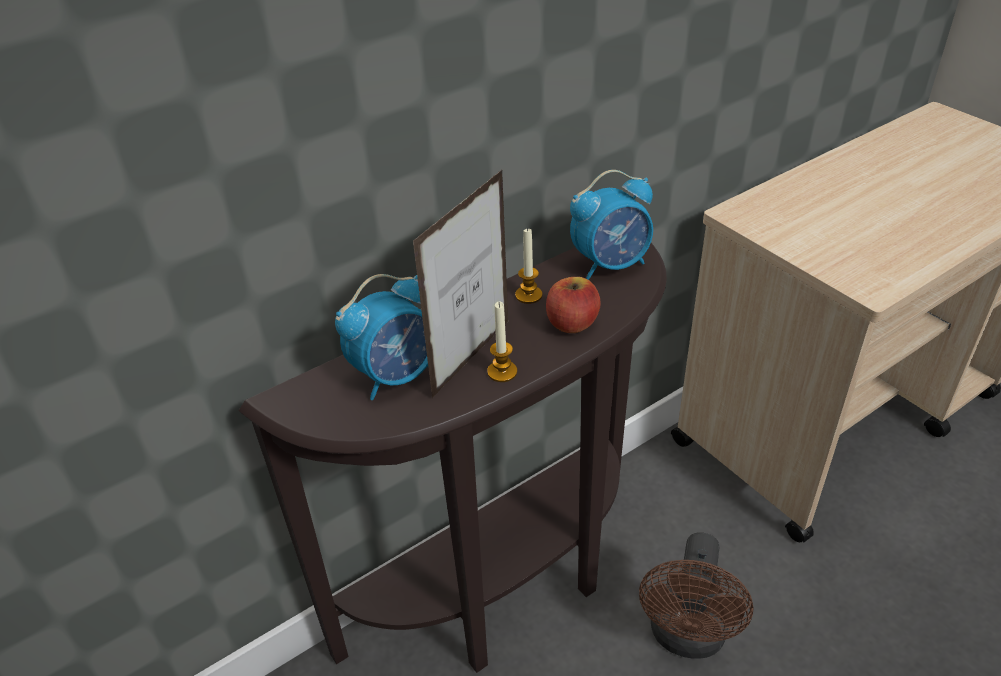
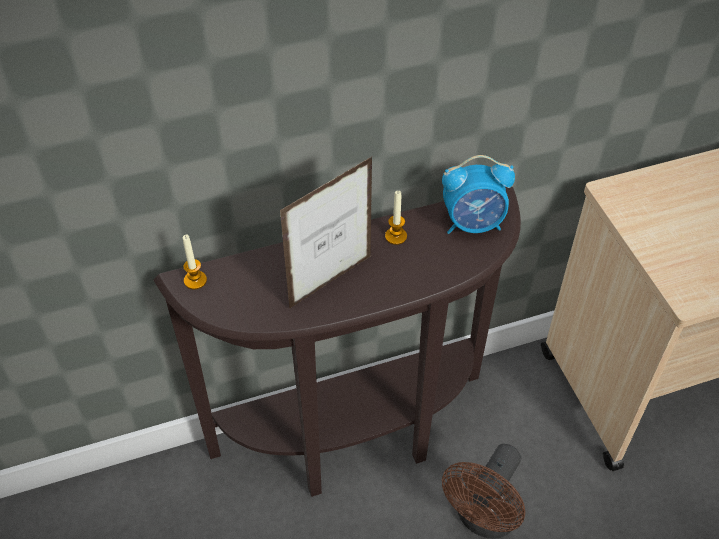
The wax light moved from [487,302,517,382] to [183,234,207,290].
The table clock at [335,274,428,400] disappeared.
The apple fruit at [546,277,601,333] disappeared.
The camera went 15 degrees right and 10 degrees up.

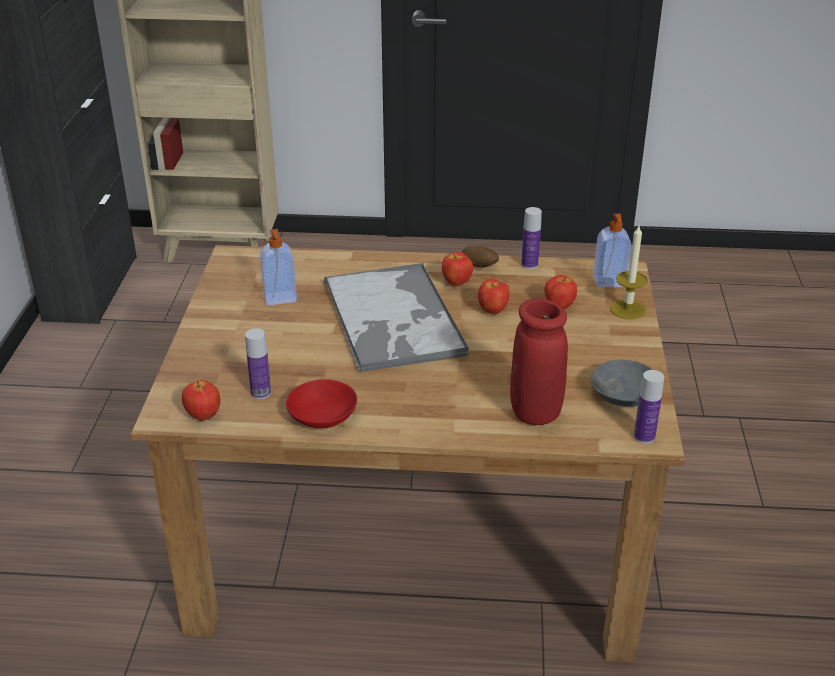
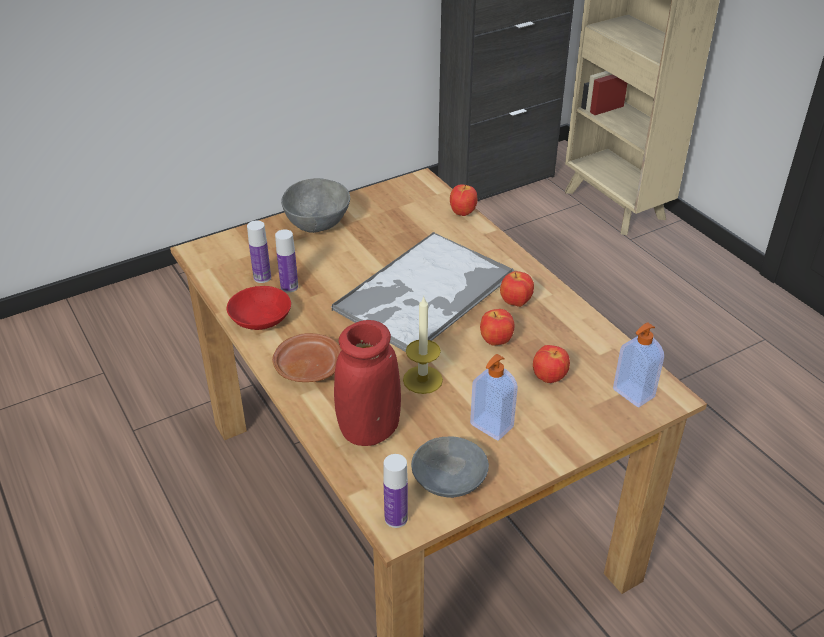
The brown plate at [272,333,342,382] appeared.
The beverage bottle moved from [521,207,542,269] to [275,229,298,293].
The gray serving bowl at [281,178,350,233] appeared.
The wax light moved from [610,226,648,319] to [403,296,443,394].
The apple fruit moved from [182,380,220,421] to [450,184,477,216].
The liquid soap bottle moved from [260,229,297,306] to [470,354,518,441].
The potato at [462,246,499,268] disappeared.
The camera went 55 degrees right and 5 degrees up.

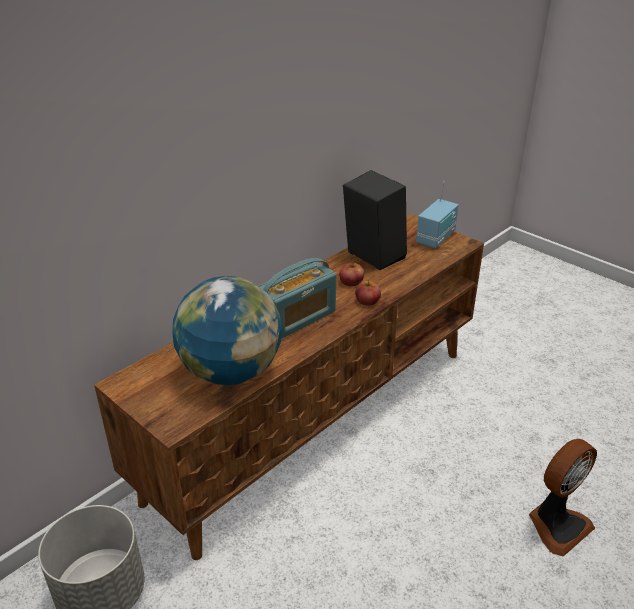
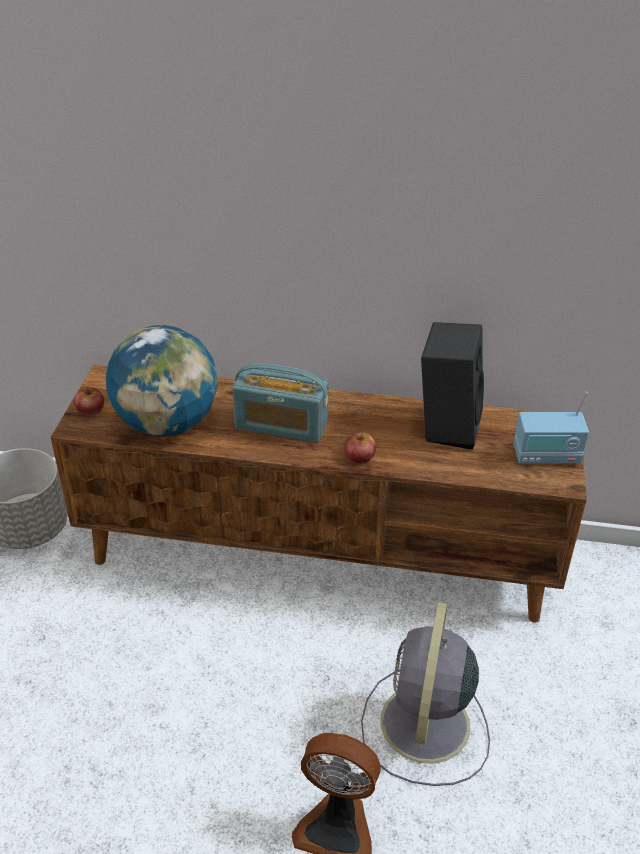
The apple fruit moved from [339,262,364,287] to [74,387,104,416].
The gray cooling fan at [361,602,490,786] appeared.
The camera went 55 degrees right and 5 degrees up.

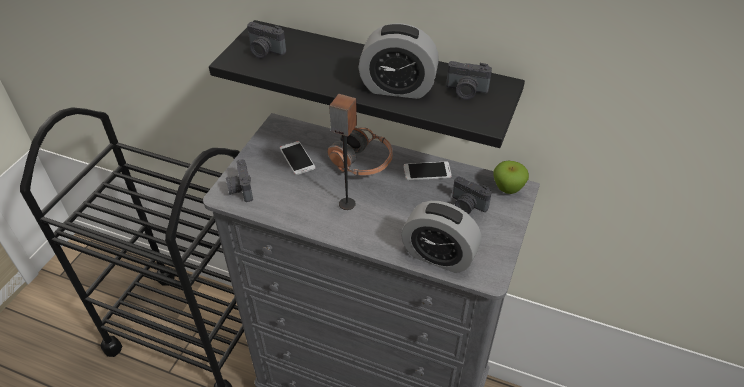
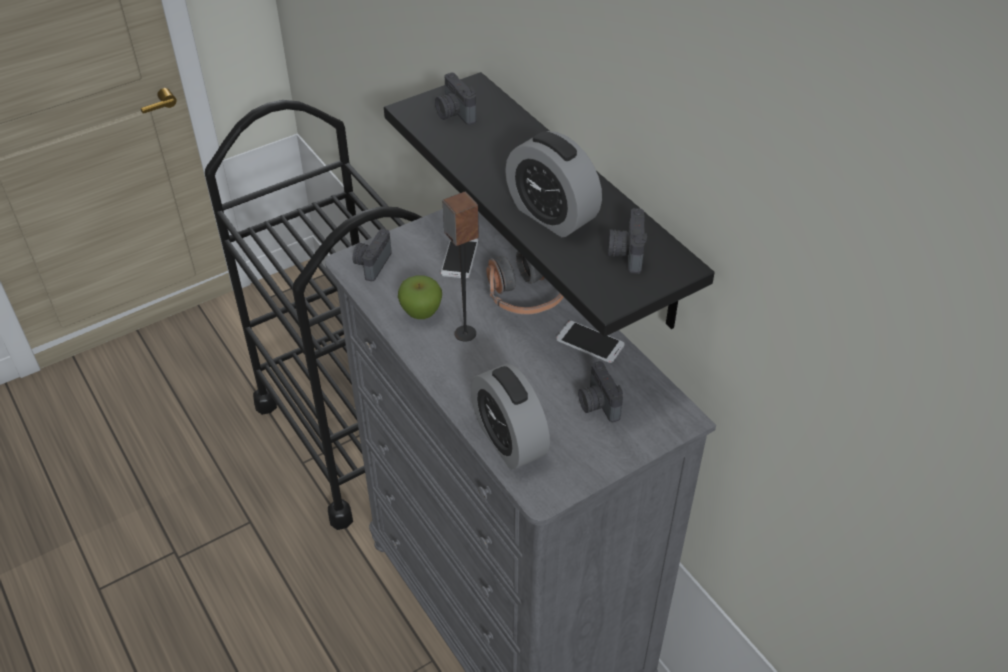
The apple fruit moved from [493,161,529,194] to [398,275,442,319].
The still camera at [446,61,492,100] turned 45 degrees clockwise.
The camera went 35 degrees right and 0 degrees up.

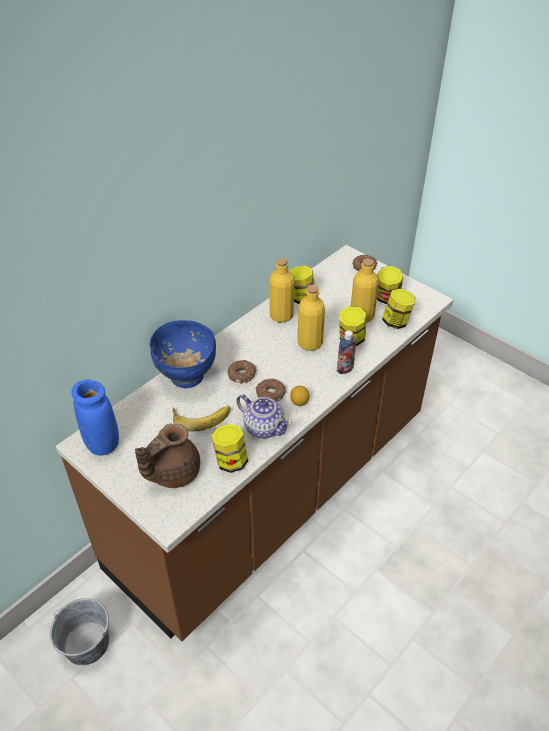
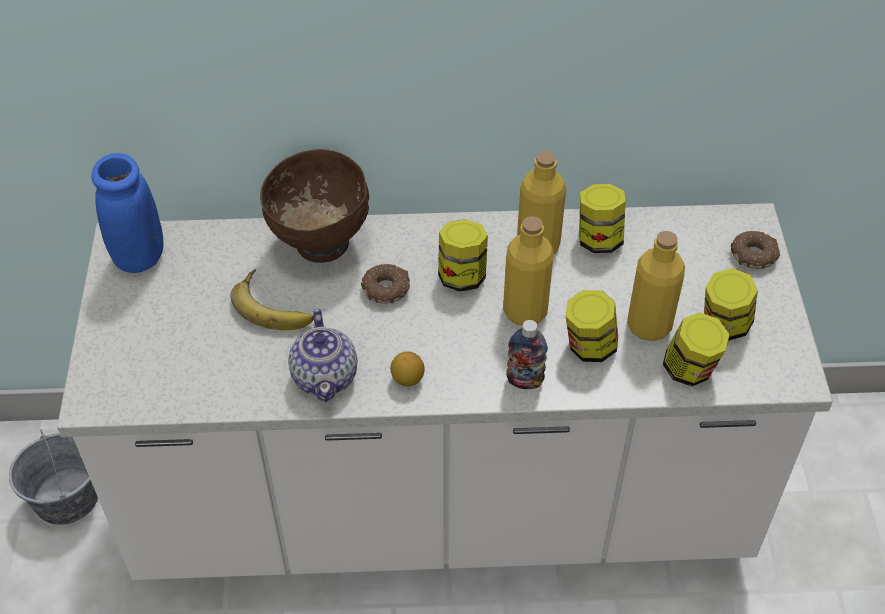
The brown kitchen counter at [55,245,453,642] became the white kitchen counter at [57,203,833,580].
The blue-coloured serving bowl at [150,320,216,388] became the brown serving bowl at [260,149,369,263].
The storage jar moved from [211,424,248,473] to [438,219,488,292].
The brown teapot at [135,424,200,488] disappeared.
The doughnut at [256,378,286,402] disappeared.
The camera went 45 degrees right and 5 degrees up.

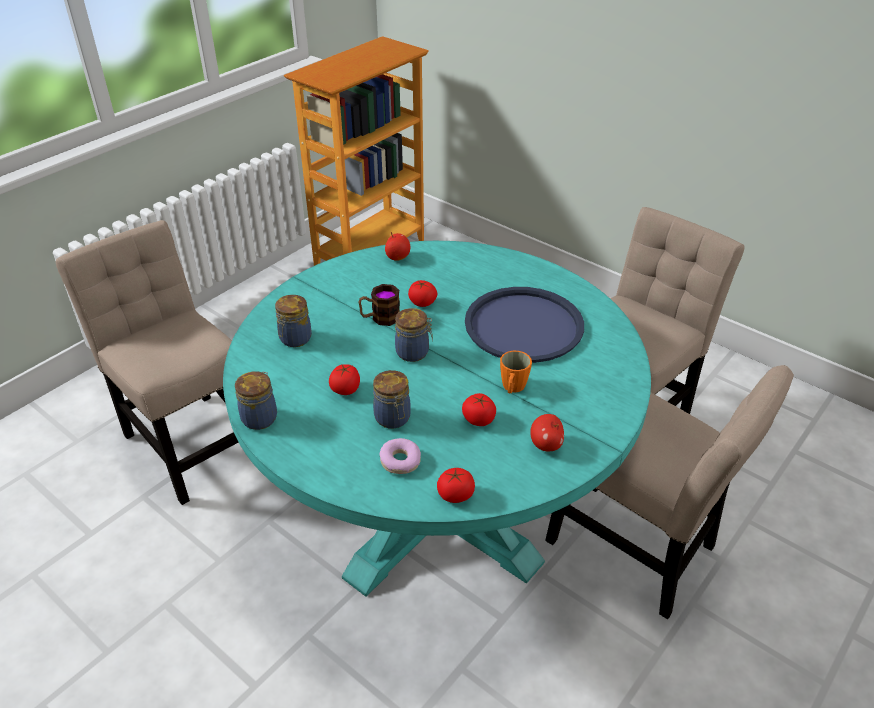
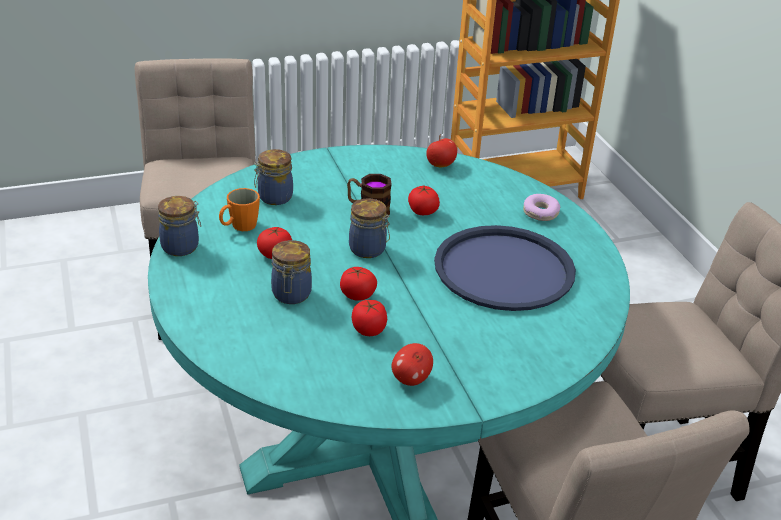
The orangey mug moved from [500,350,532,393] to [219,188,260,231].
The tomato moved from [437,468,475,503] to [340,267,377,301].
The doughnut moved from [380,438,421,474] to [523,194,560,221].
The camera went 30 degrees right and 5 degrees down.

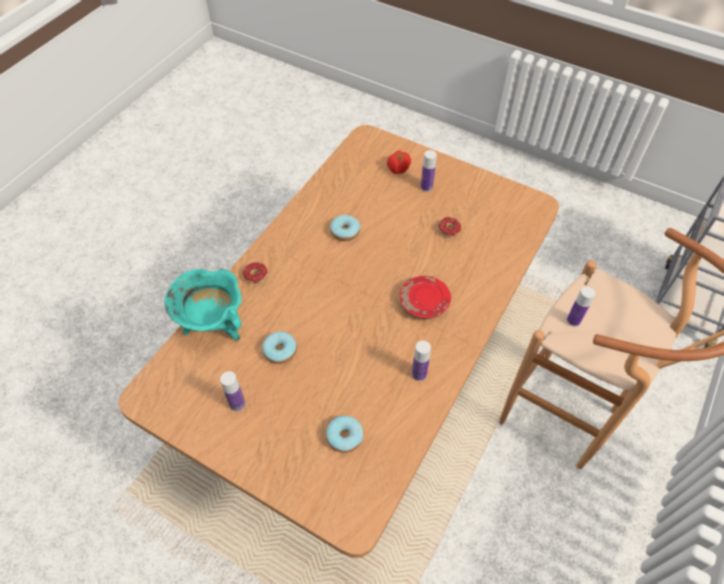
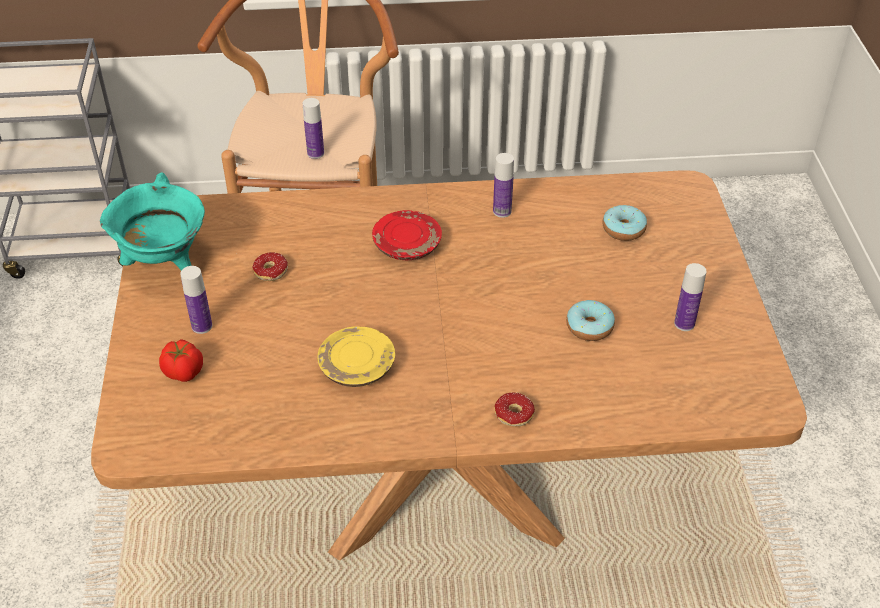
The blue-green saucepot moved from [165,268,242,341] to [100,173,205,271].
The doughnut at [330,215,360,241] was replaced by the yellow-coloured plate at [317,326,395,387].
The camera went 125 degrees left and 10 degrees down.

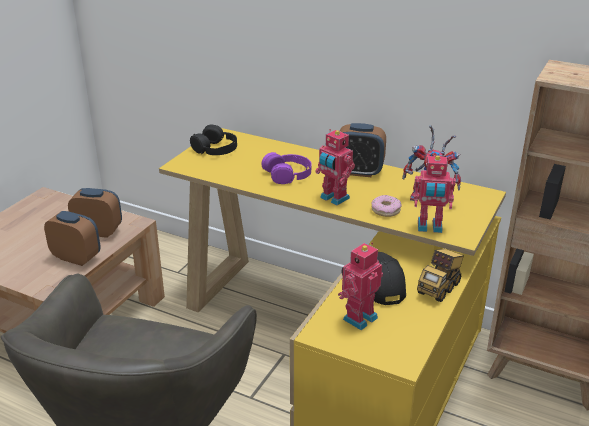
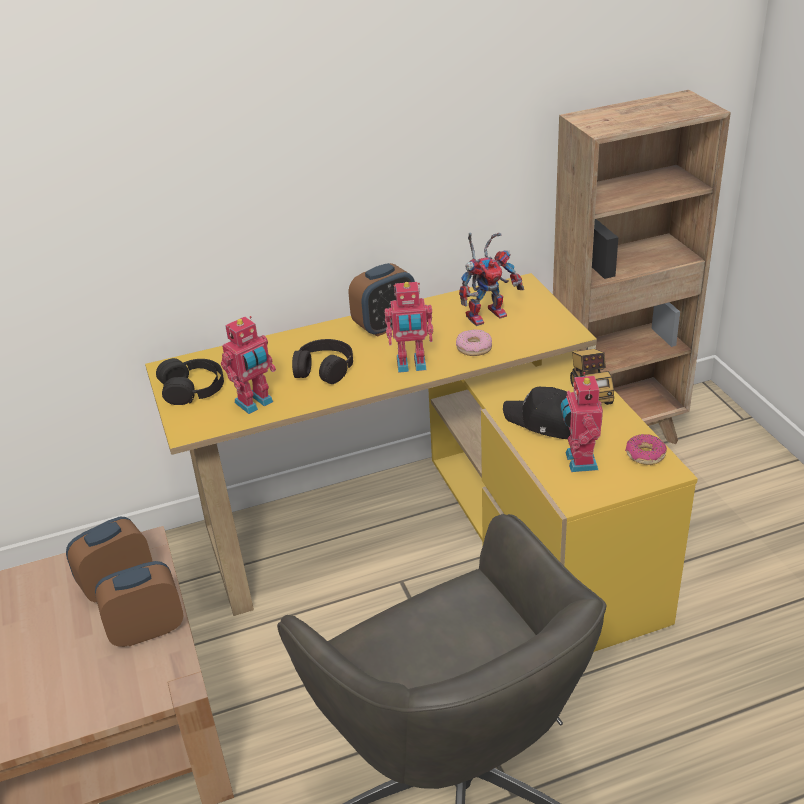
The model robot moved from [413,156,456,233] to [221,316,276,414].
The purple pair of headphones at [262,152,312,184] became the blackish pair of headphones at [292,339,353,384].
The doughnut at [625,434,667,465] appeared.
The camera went 45 degrees left and 5 degrees up.

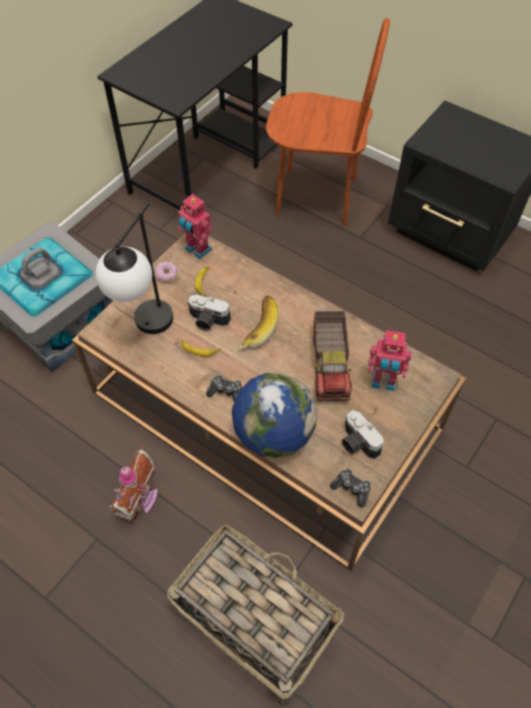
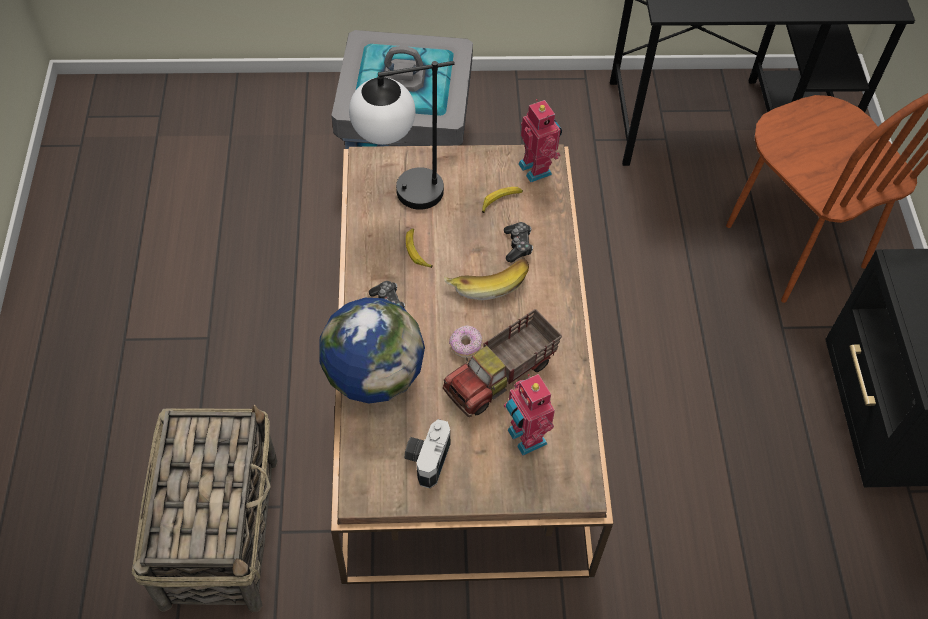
The doughnut moved from [155,262,178,283] to [449,325,483,358].
The gamepad moved from [330,469,371,508] to [504,222,533,262].
The model robot at [178,194,213,259] turned 150 degrees clockwise.
The miniature house at [109,446,158,521] disappeared.
The still camera at [188,295,231,331] disappeared.
The camera went 50 degrees right and 0 degrees up.

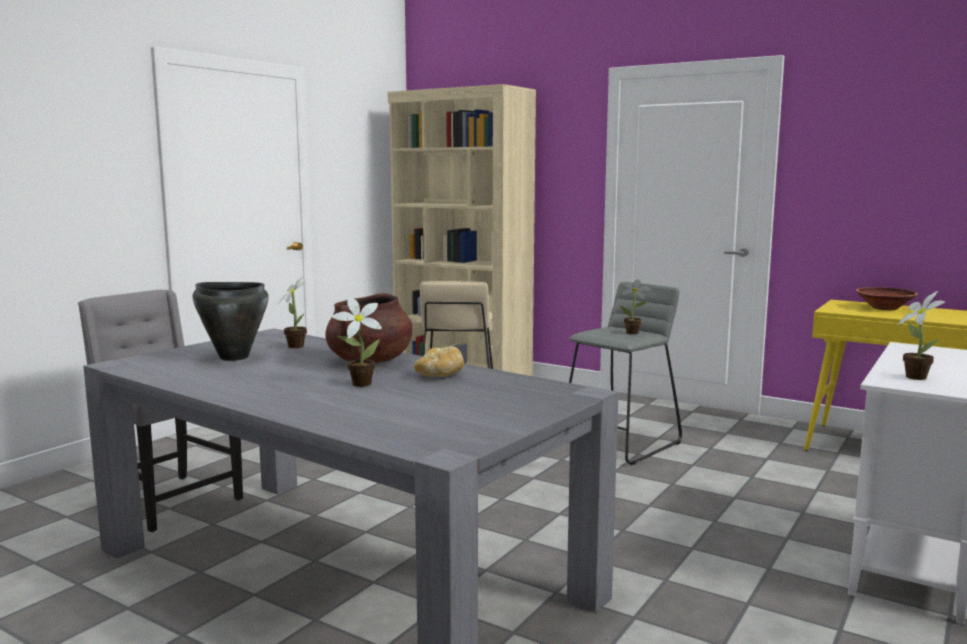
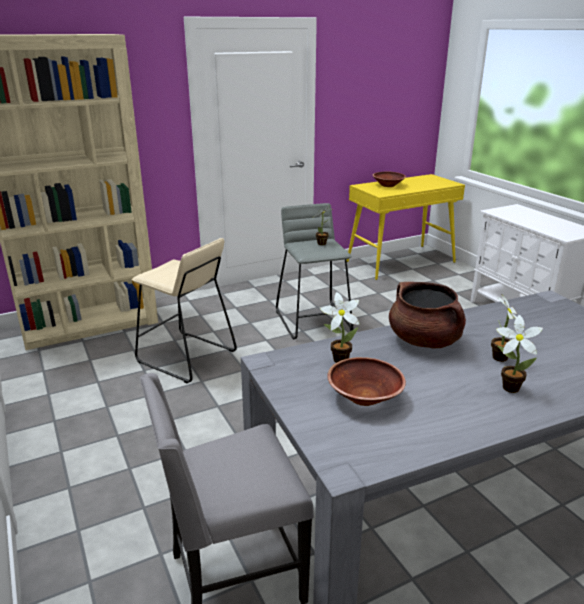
The blackish saucepot at [193,282,269,361] was replaced by the brown serving bowl at [327,357,406,406].
The houseplant moved from [898,291,945,380] to [496,315,543,393].
The baked bread at [414,346,464,377] disappeared.
The camera went 60 degrees left and 15 degrees up.

